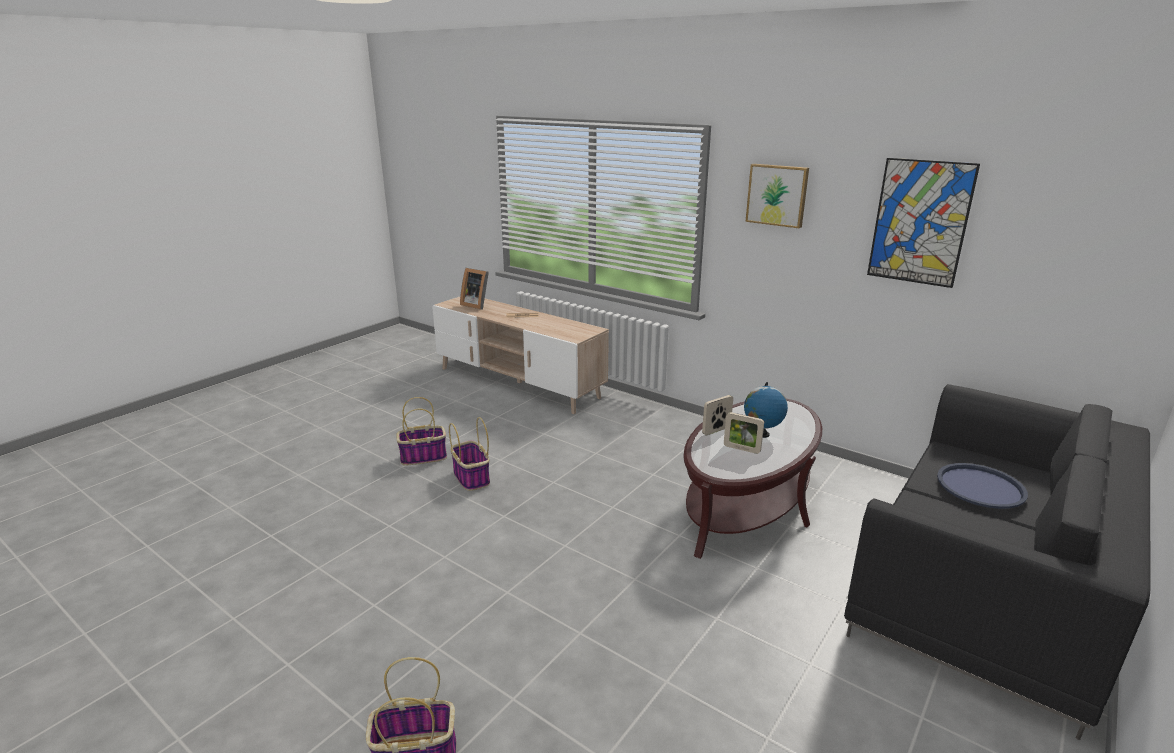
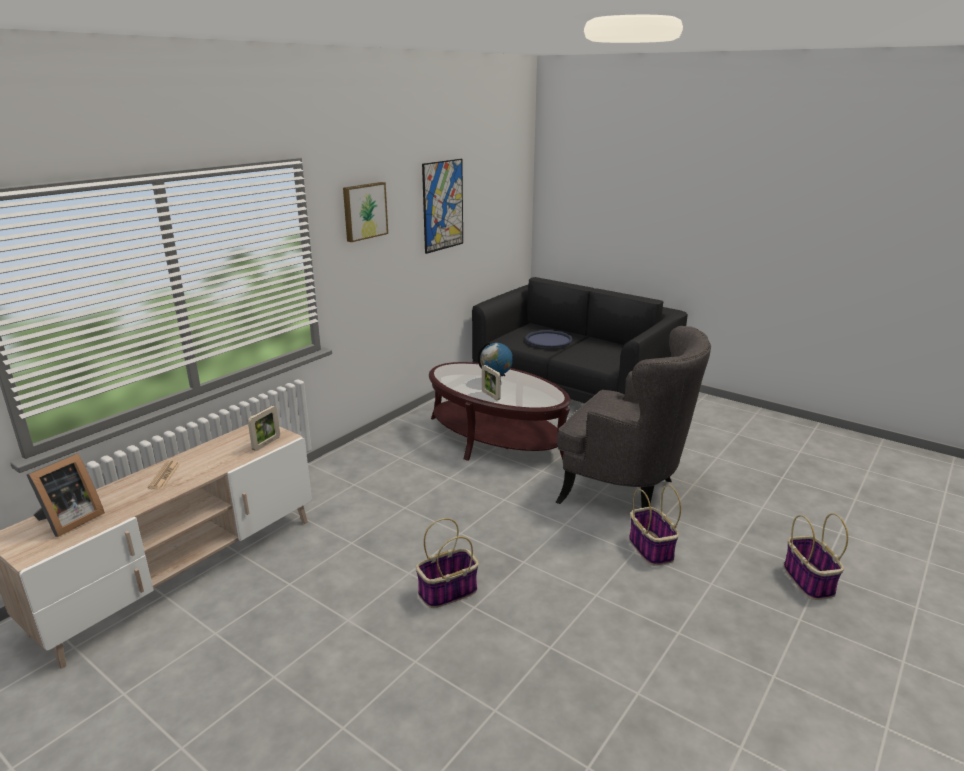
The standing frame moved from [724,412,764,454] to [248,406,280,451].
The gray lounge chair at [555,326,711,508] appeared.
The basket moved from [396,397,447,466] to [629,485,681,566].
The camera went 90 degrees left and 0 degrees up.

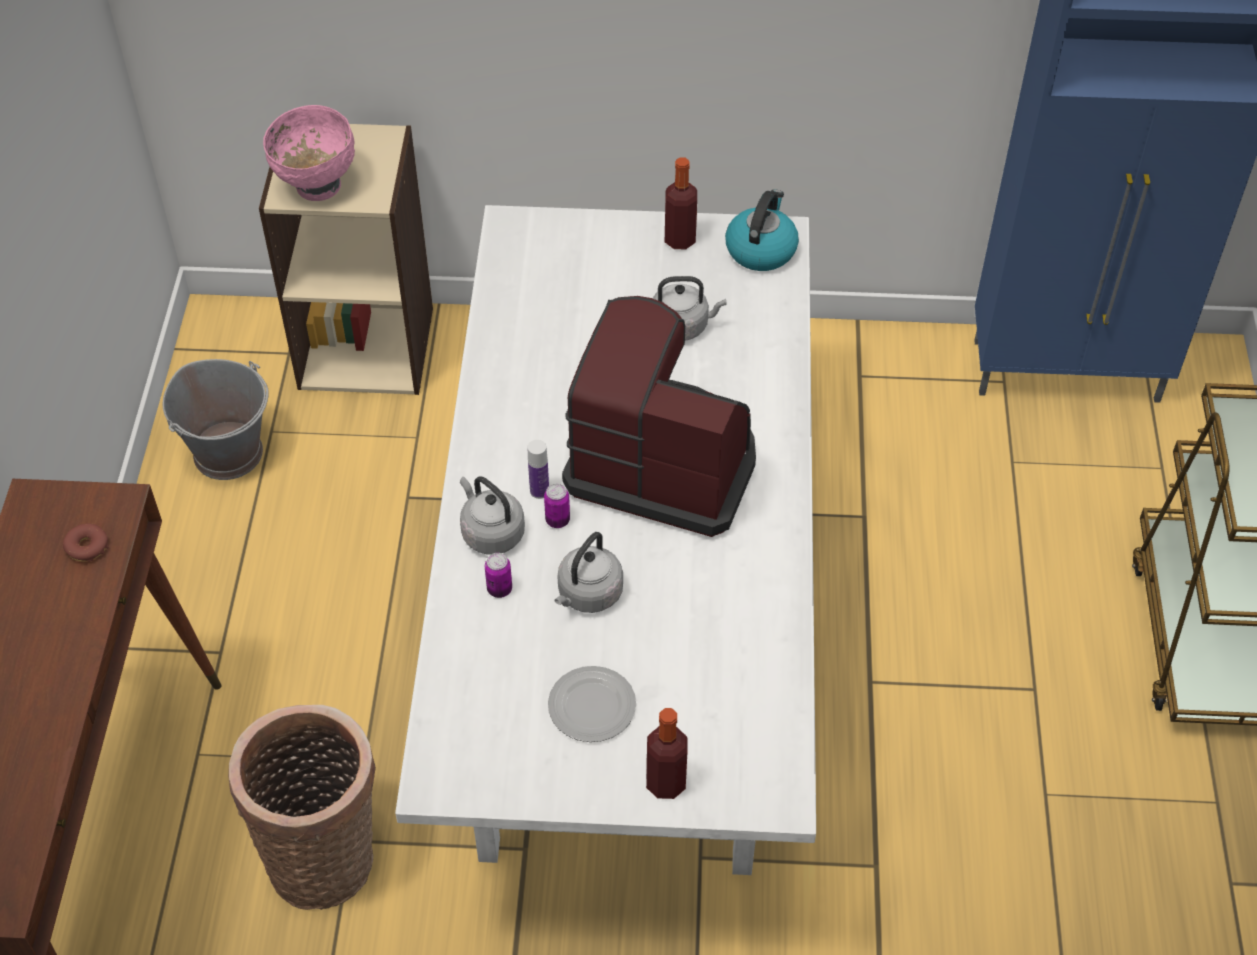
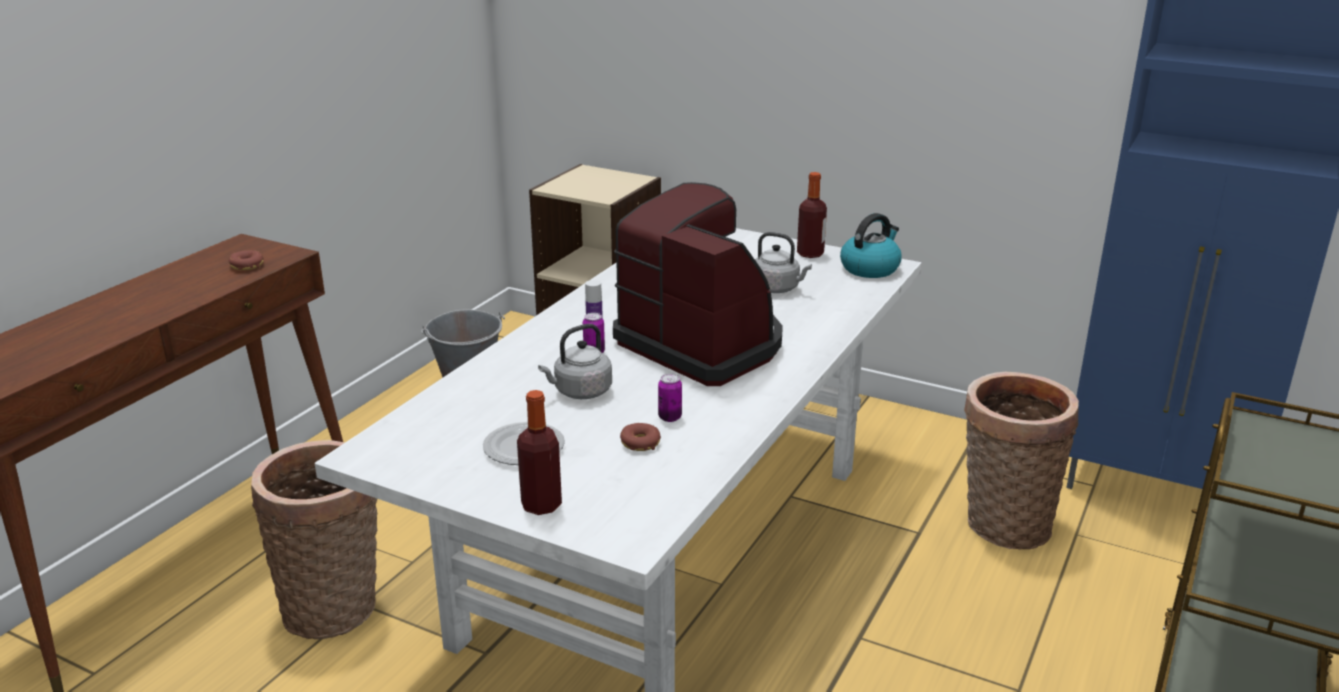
The doughnut at [620,423,661,451] appeared.
The metal can moved from [485,553,512,598] to [658,374,682,422].
The basket at [964,372,1079,549] appeared.
The pink-coloured serving bowl at [263,105,355,201] disappeared.
The gray tea kettle at [460,476,525,555] disappeared.
The camera went 25 degrees right and 25 degrees down.

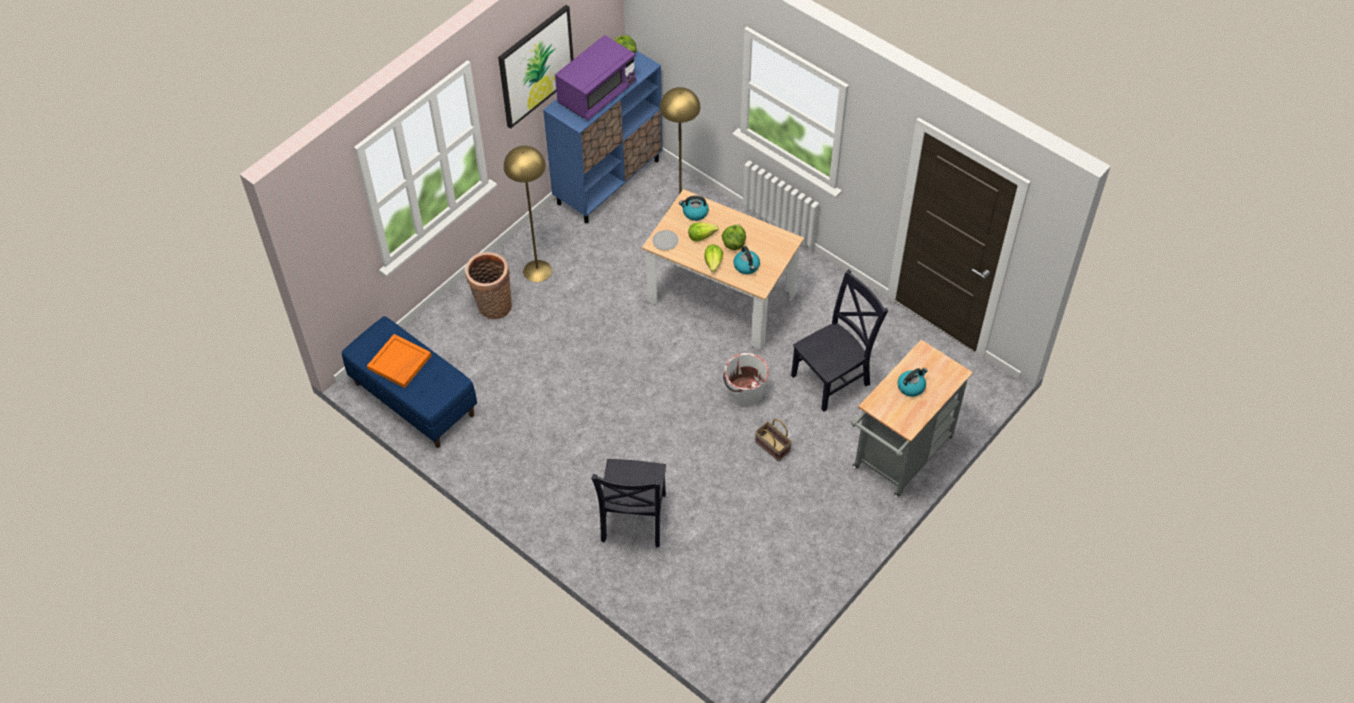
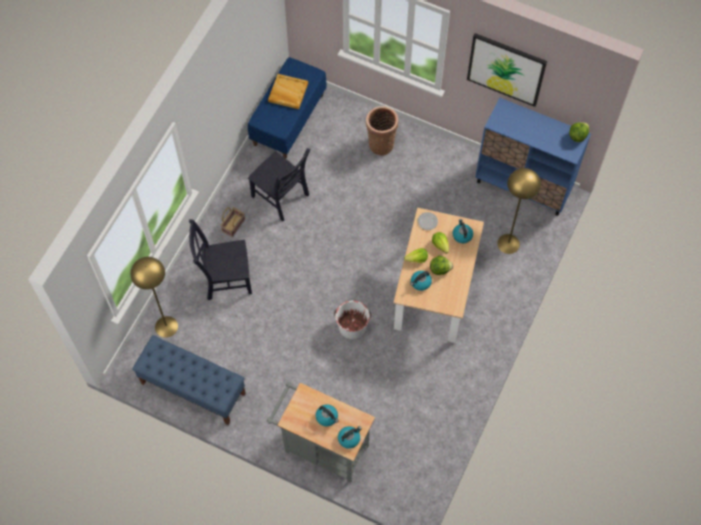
The yellow-coloured standing lamp moved from [504,146,552,282] to [131,257,178,338].
The blue-coloured bench at [132,335,246,425] appeared.
The basket moved from [755,419,792,462] to [220,207,245,237].
The blackish plain chair moved from [791,269,888,412] to [248,148,311,222].
The orangey serving tray at [367,334,432,388] became the sand-coloured serving tray at [268,74,308,109].
The tea kettle at [338,426,362,449] appeared.
The purple microwave oven at [555,35,637,120] disappeared.
The camera went 75 degrees right and 10 degrees up.

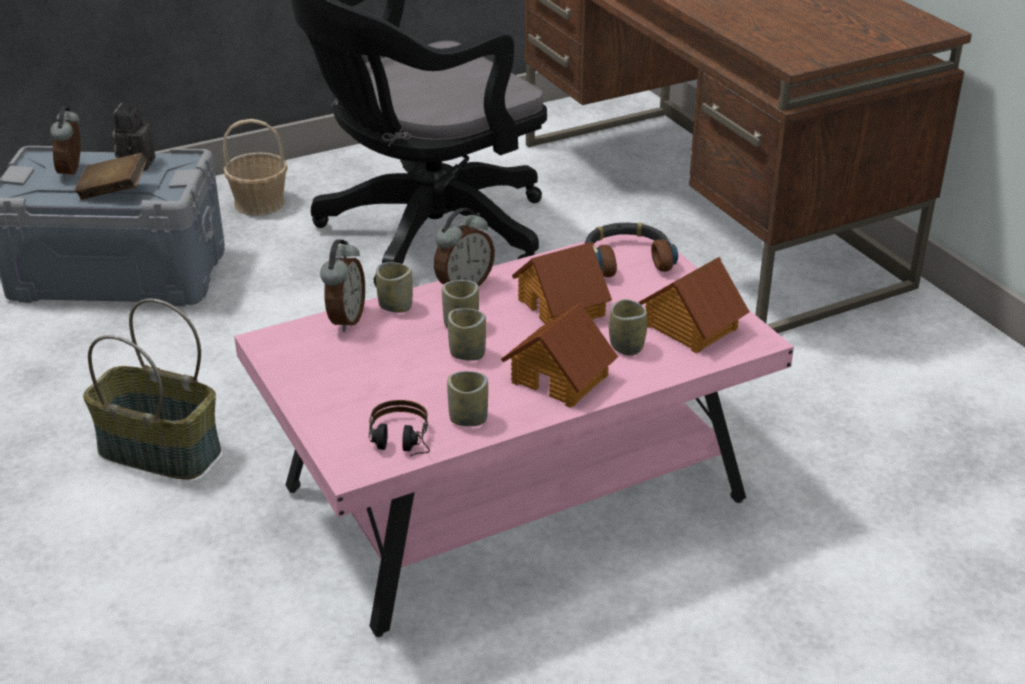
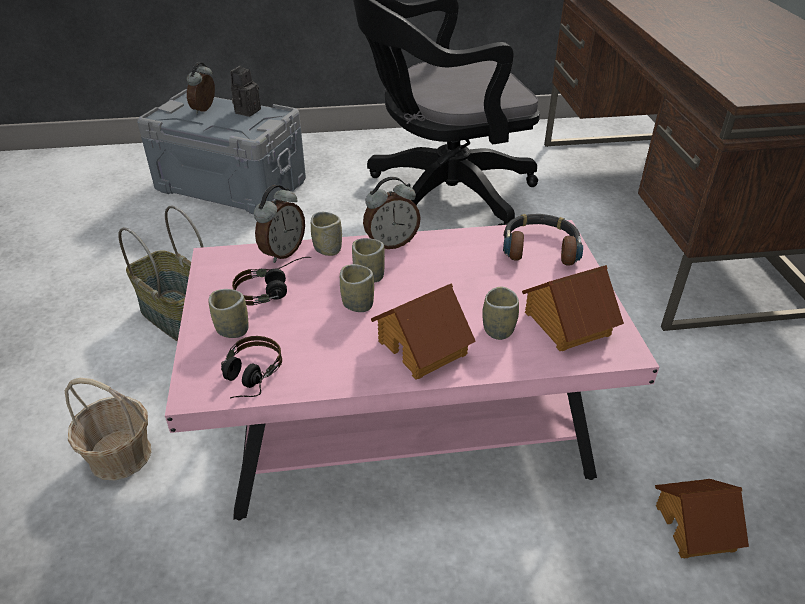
The basket moved from [223,119,288,216] to [65,378,151,480].
The drinking cup moved from [447,371,488,426] to [209,289,249,338].
The pair of headphones at [232,257,311,306] appeared.
The miniature house moved from [512,242,612,324] to [655,479,749,559].
The brown bound book at [74,153,147,200] disappeared.
The camera went 20 degrees right and 5 degrees up.

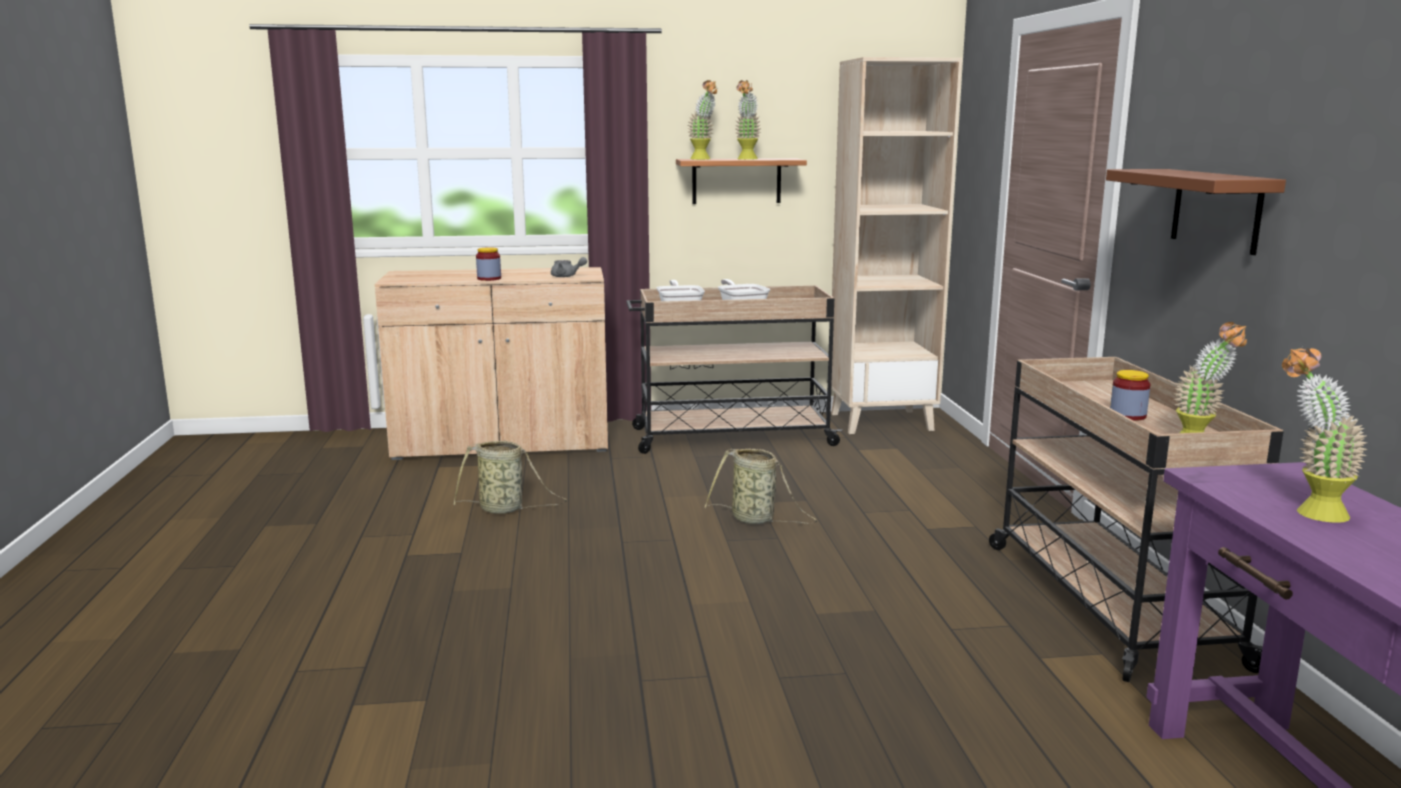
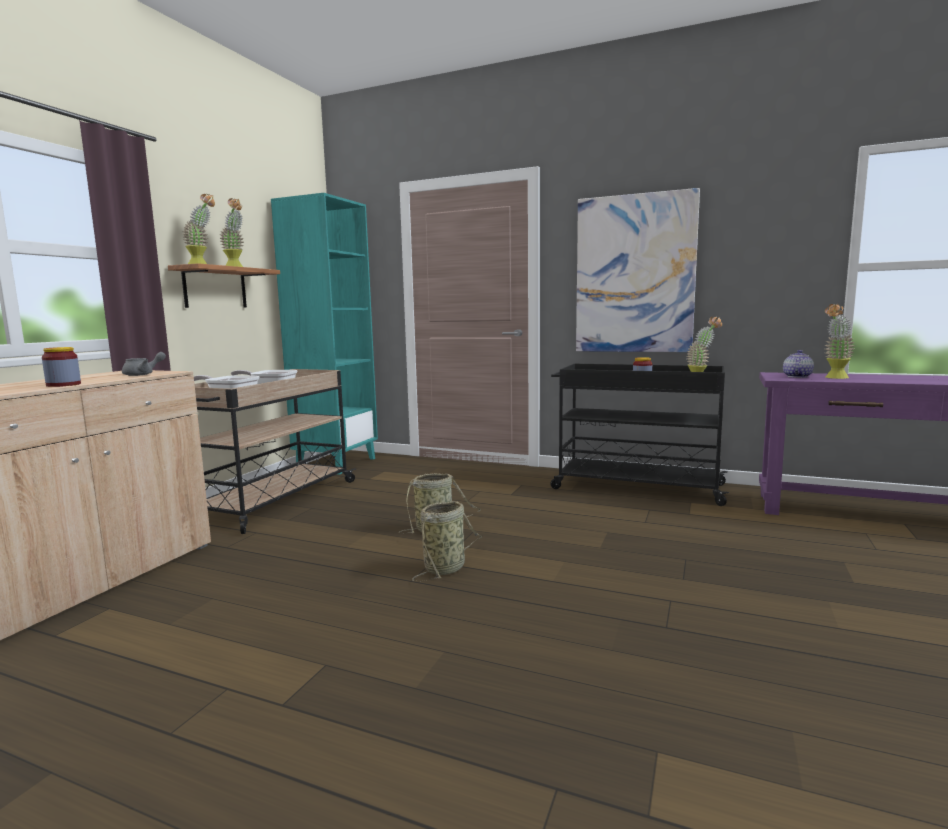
The sand-coloured bookcase at [831,57,962,434] became the blue-green bookcase at [271,193,378,475].
The basket moved from [453,440,567,514] to [412,501,483,581].
The sand-coloured trolley at [989,357,1284,682] became the blackish trolley at [550,364,730,506].
The brown bracket shelf at [1106,169,1286,255] was replaced by the picture at [576,188,700,352].
The teapot at [783,350,814,378] appeared.
The camera went 60 degrees left and 5 degrees down.

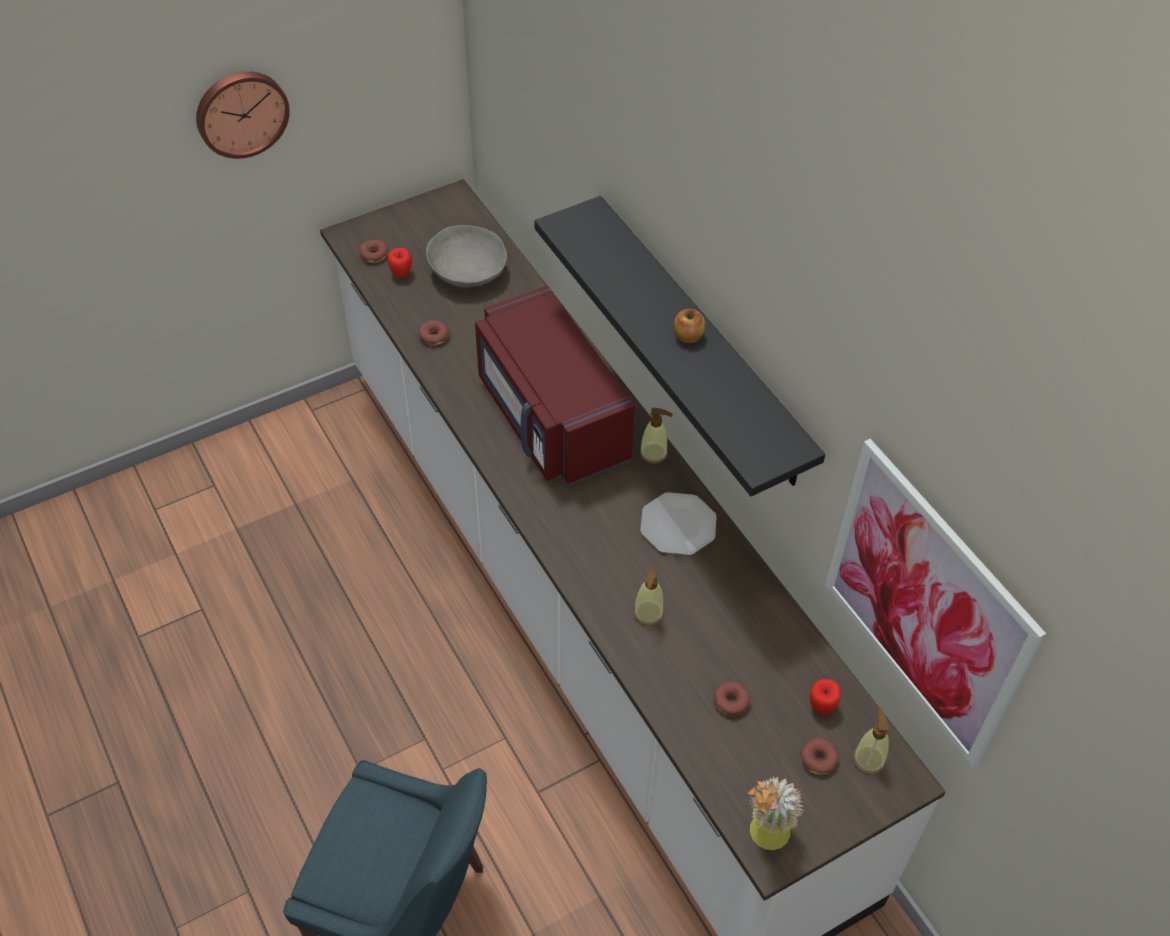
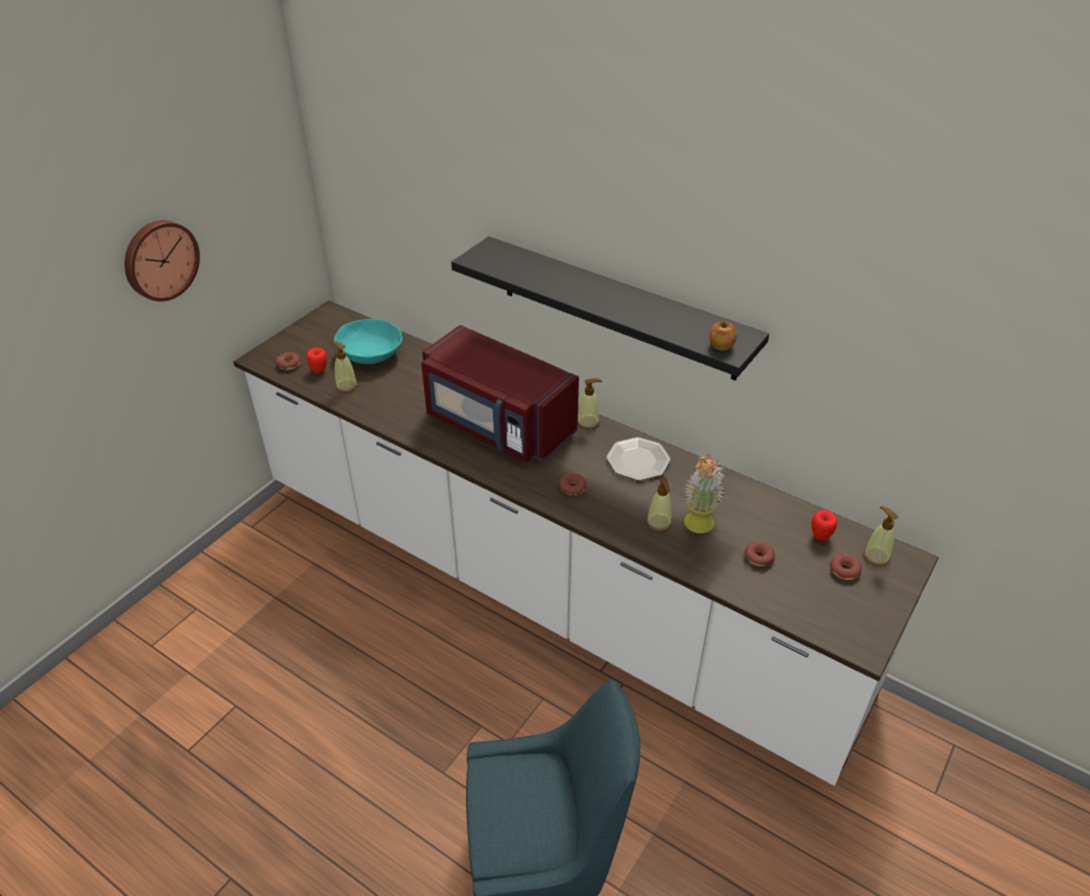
The liquid soap bottle at [331,341,358,393] appeared.
The gray serving bowl at [426,225,507,288] became the blue-green serving bowl at [334,319,403,364].
The doughnut moved from [419,320,449,347] to [559,473,587,496].
The houseplant moved from [748,776,804,850] to [684,454,724,533].
The apple fruit moved from [674,309,705,343] to [709,321,737,350].
The picture at [825,439,1046,767] disappeared.
The camera went 25 degrees left and 10 degrees down.

